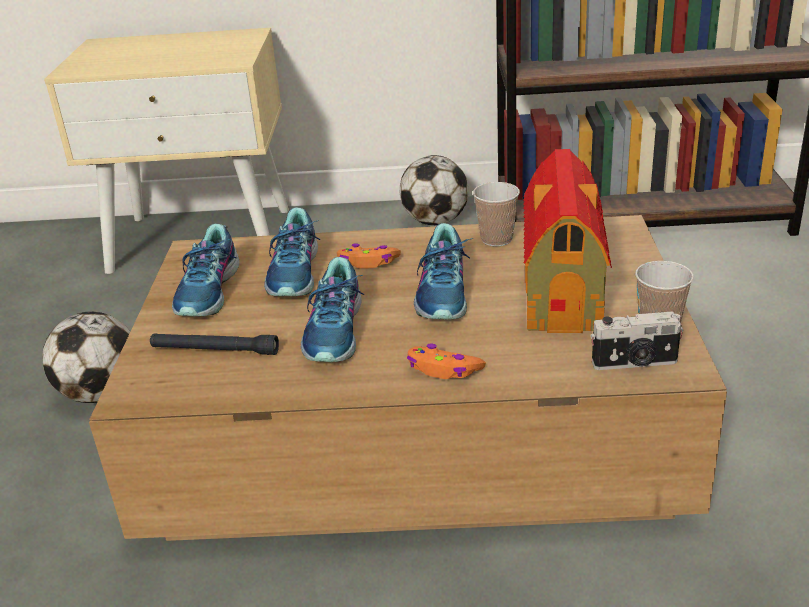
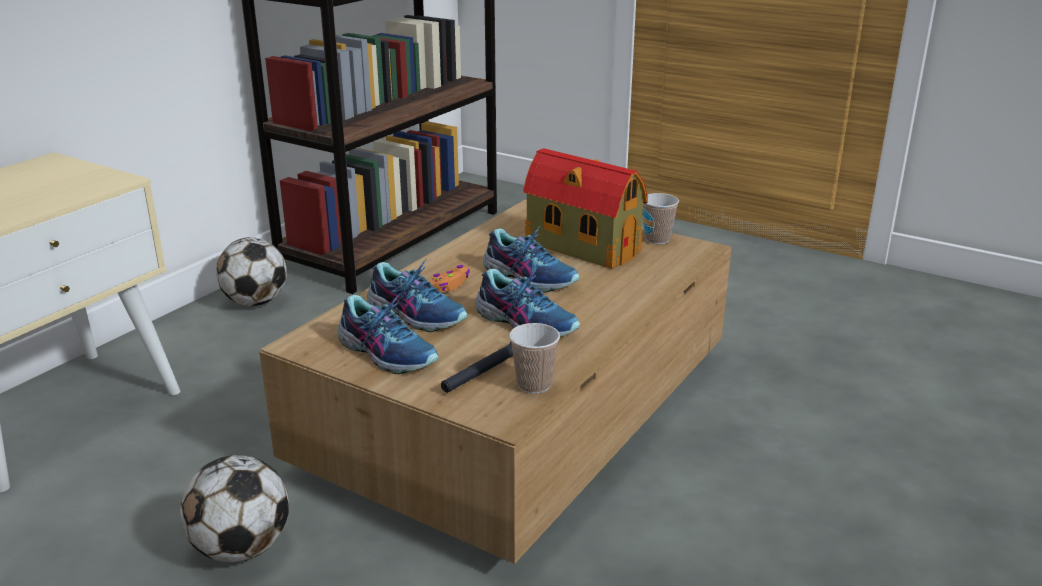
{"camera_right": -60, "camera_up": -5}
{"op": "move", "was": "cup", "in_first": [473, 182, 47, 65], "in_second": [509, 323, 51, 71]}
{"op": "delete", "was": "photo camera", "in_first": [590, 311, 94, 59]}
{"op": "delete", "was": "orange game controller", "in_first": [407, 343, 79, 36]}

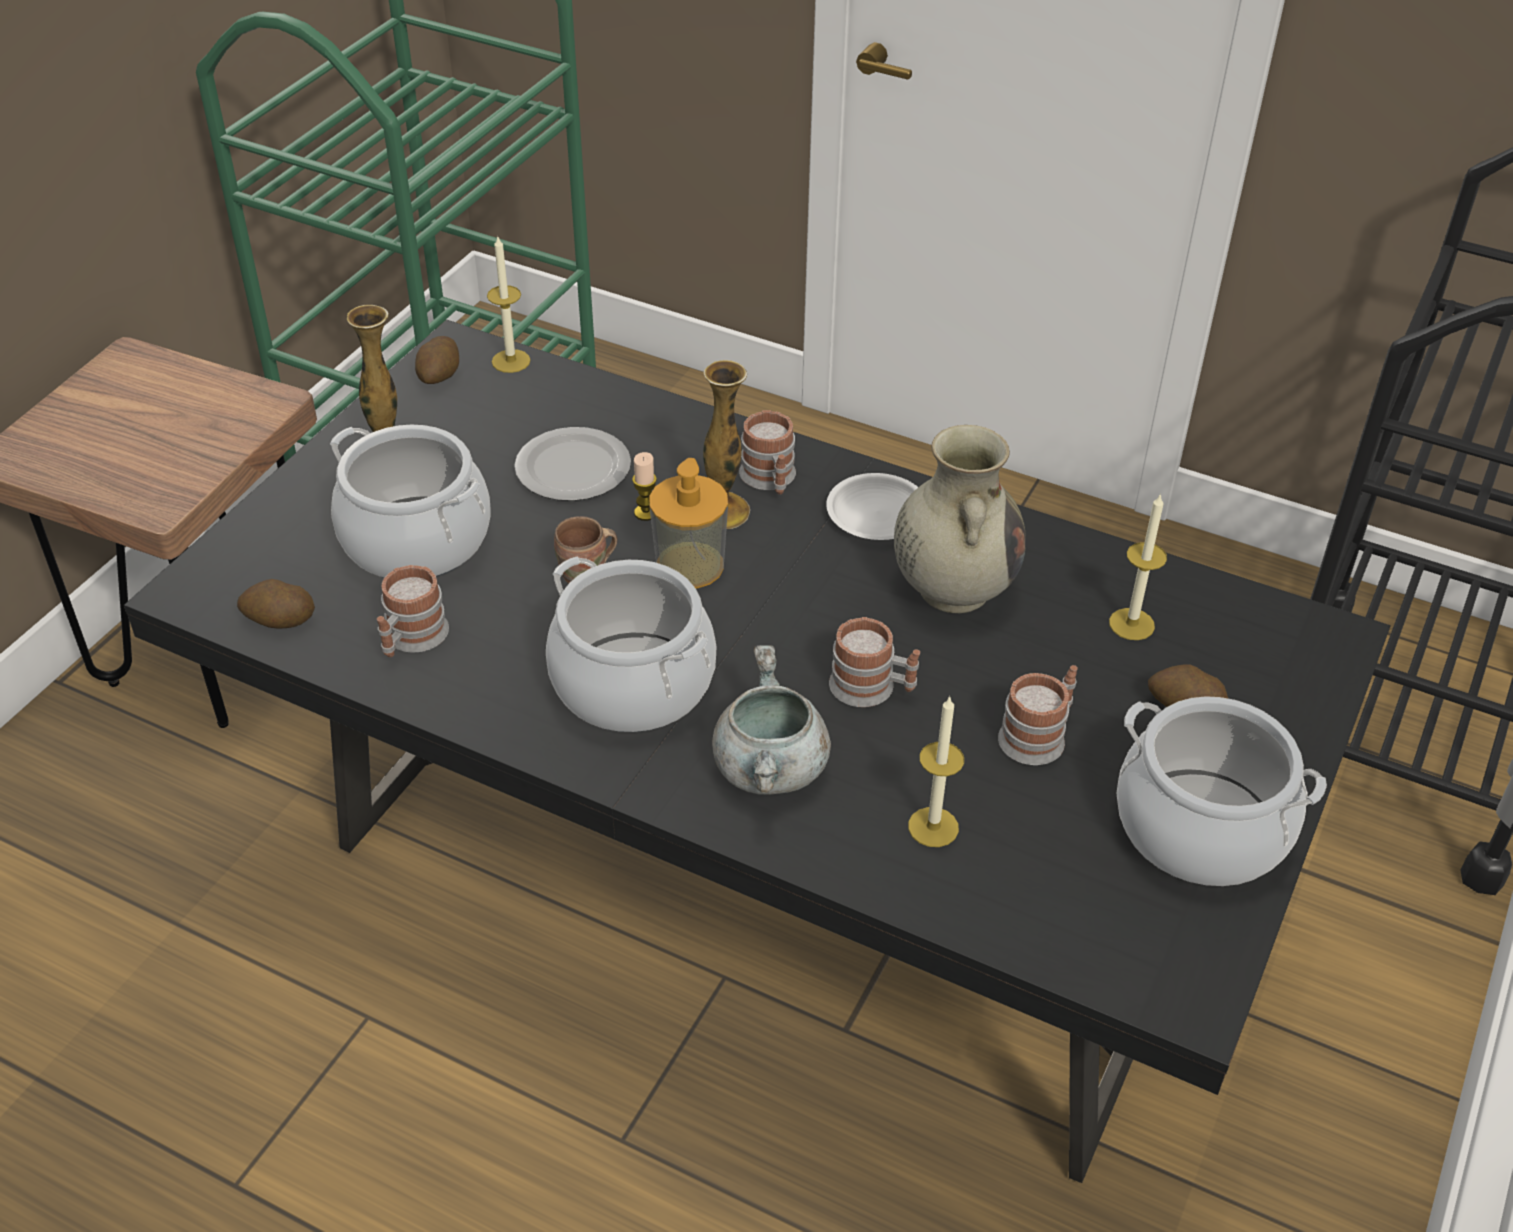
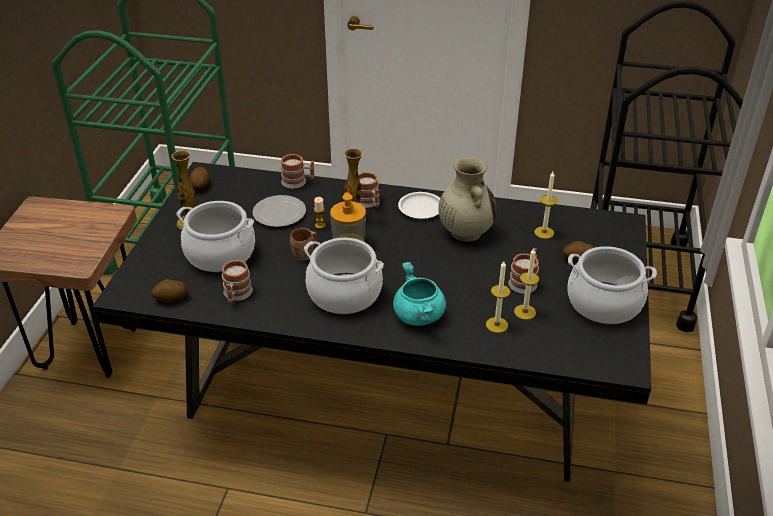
{"camera_right": -15, "camera_up": -5}
{"op": "move", "was": "candle", "in_first": [487, 235, 44, 138], "in_second": [514, 248, 25, 72]}
{"op": "move", "was": "mug", "in_first": [829, 617, 91, 90], "in_second": [281, 154, 34, 35]}
{"op": "recolor", "was": "grey cooking pot", "now": "turquoise cooking pot", "in_first": [712, 645, 119, 150], "in_second": [393, 262, 53, 64]}

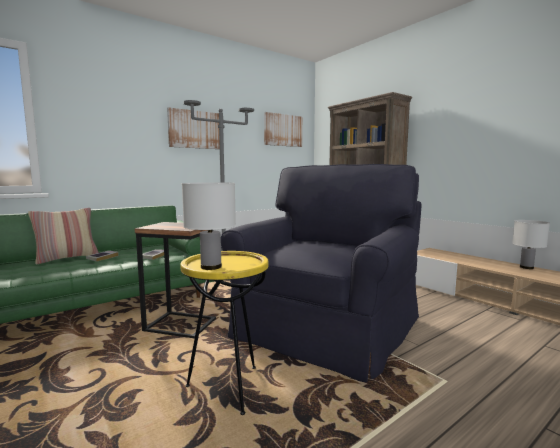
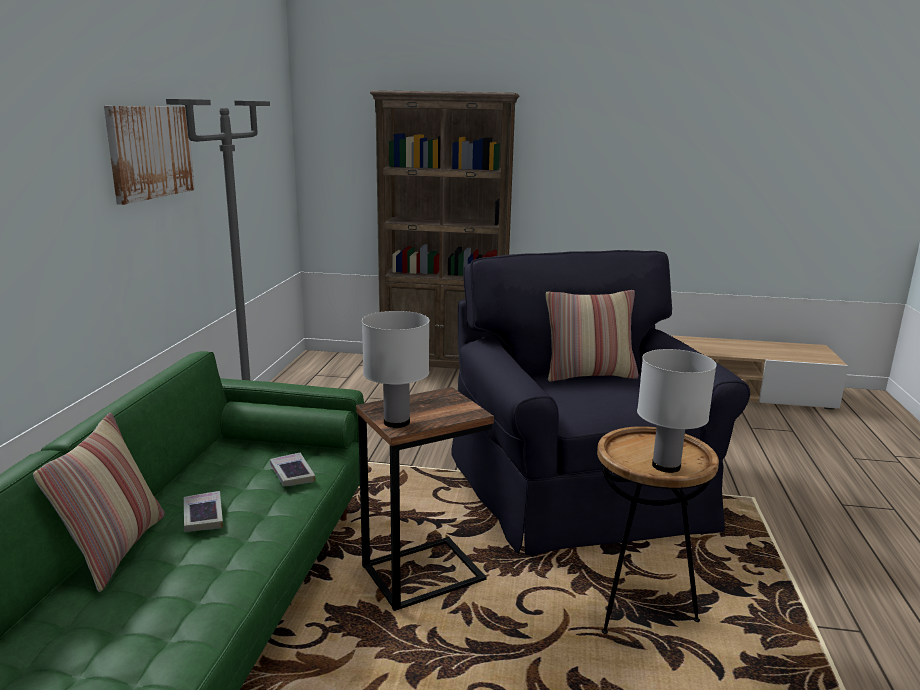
{"camera_right": -45, "camera_up": 10}
{"op": "delete", "was": "picture", "in_first": [264, 112, 38, 35]}
{"op": "move", "was": "white table lamp", "in_first": [512, 220, 38, 49], "in_second": [362, 311, 68, 117]}
{"op": "recolor", "was": "yellow side table", "now": "brown side table", "in_first": [180, 251, 88, 164], "in_second": [597, 426, 122, 208]}
{"op": "insert", "now": "pillow", "in_second": [546, 290, 92, 92]}

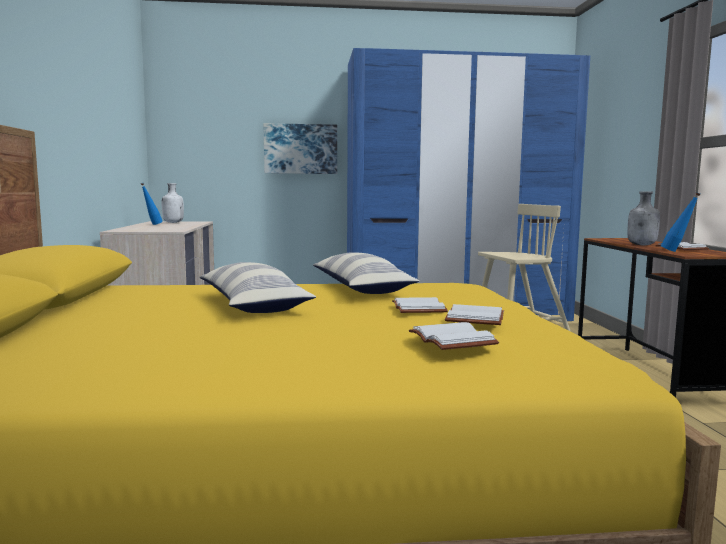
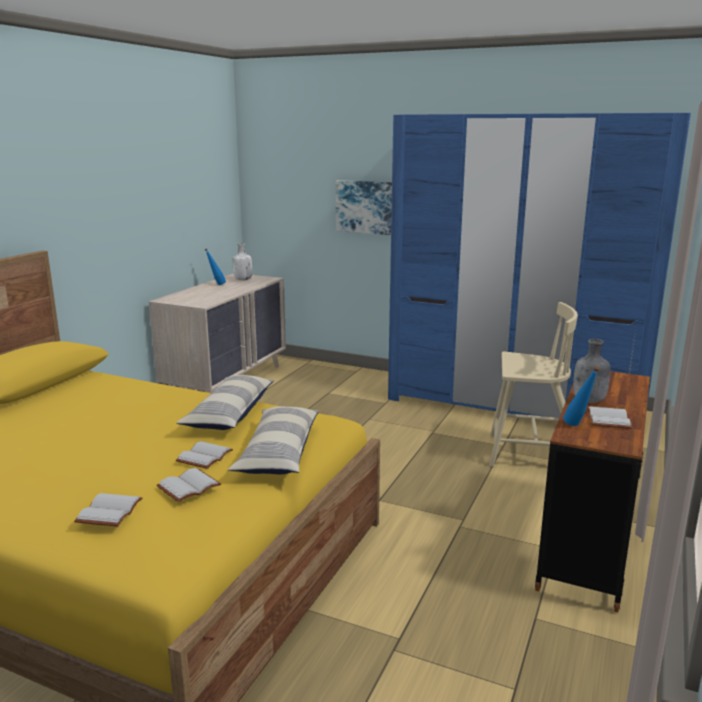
{"camera_right": 30, "camera_up": 10}
{"op": "move", "was": "pillow", "in_first": [200, 262, 116, 51], "in_second": [228, 407, 91, 67]}

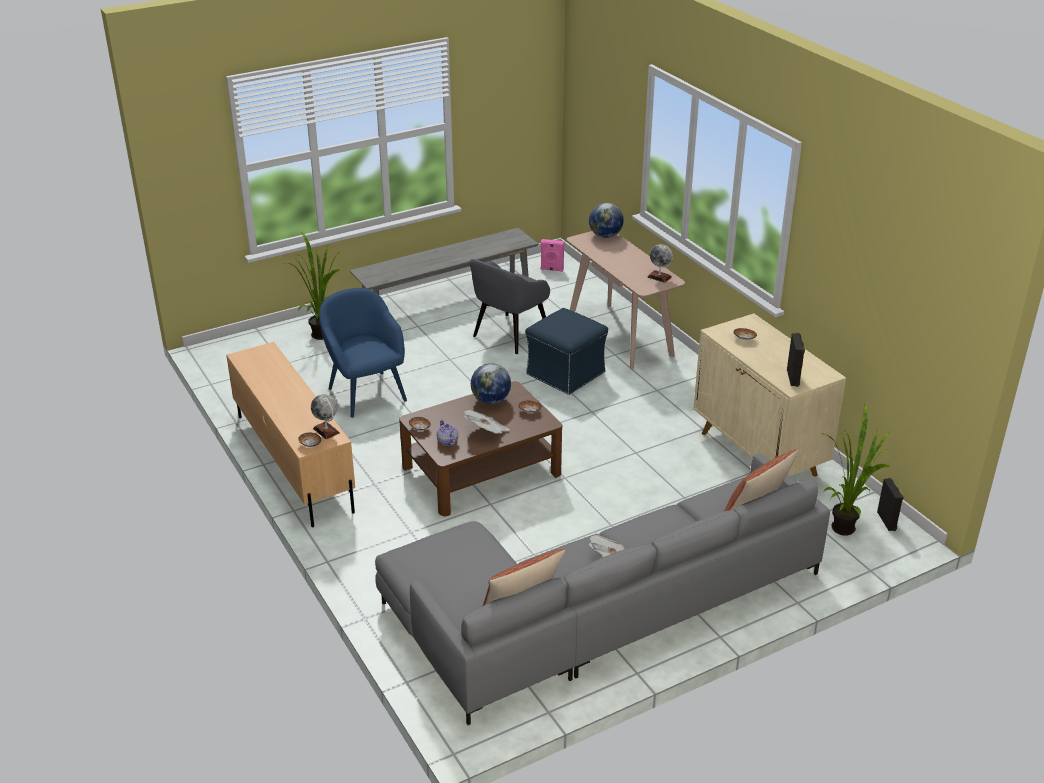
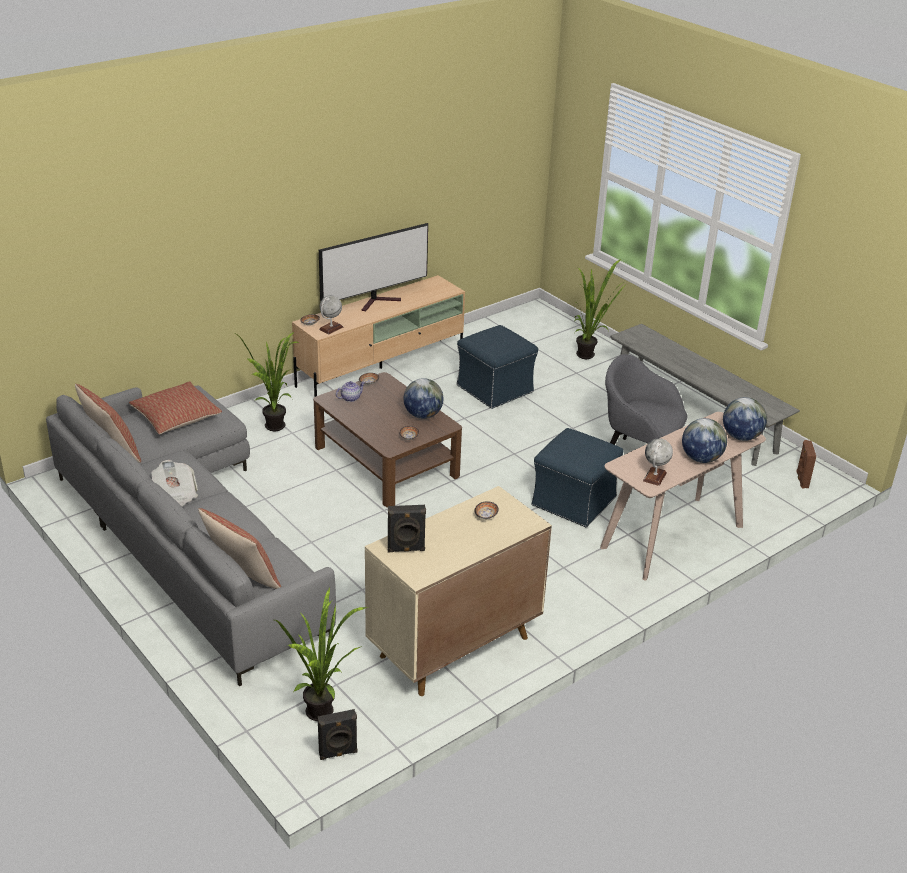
{"camera_right": 80, "camera_up": 0}
{"op": "recolor", "was": "pink speaker", "now": "brown speaker", "in_first": [541, 239, 23, 33], "in_second": [796, 440, 20, 49]}
{"op": "replace", "was": "blue armchair", "now": "blue ottoman", "in_first": [319, 288, 88, 130], "in_second": [457, 325, 81, 84]}
{"op": "delete", "was": "newspaper", "in_first": [464, 410, 46, 24]}
{"op": "insert", "now": "television", "in_second": [319, 223, 109, 88]}
{"op": "insert", "now": "potted plant", "in_second": [236, 332, 63, 99]}
{"op": "insert", "now": "pillow", "in_second": [129, 381, 93, 54]}
{"op": "insert", "now": "globe", "in_second": [682, 418, 45, 45]}

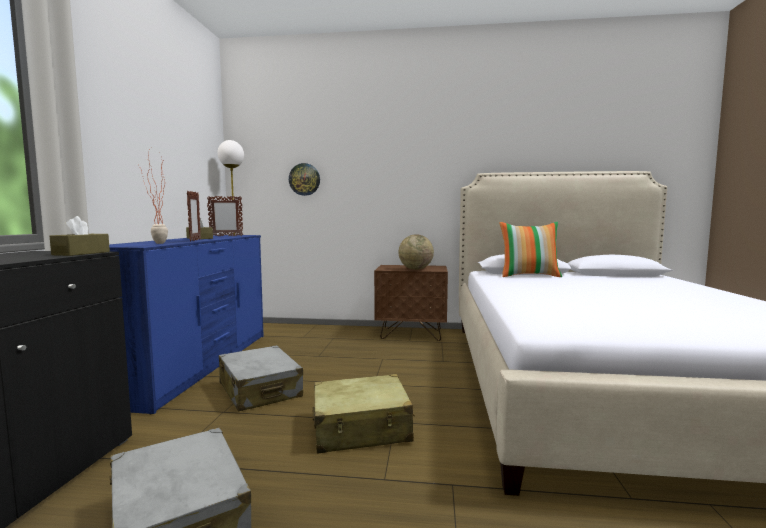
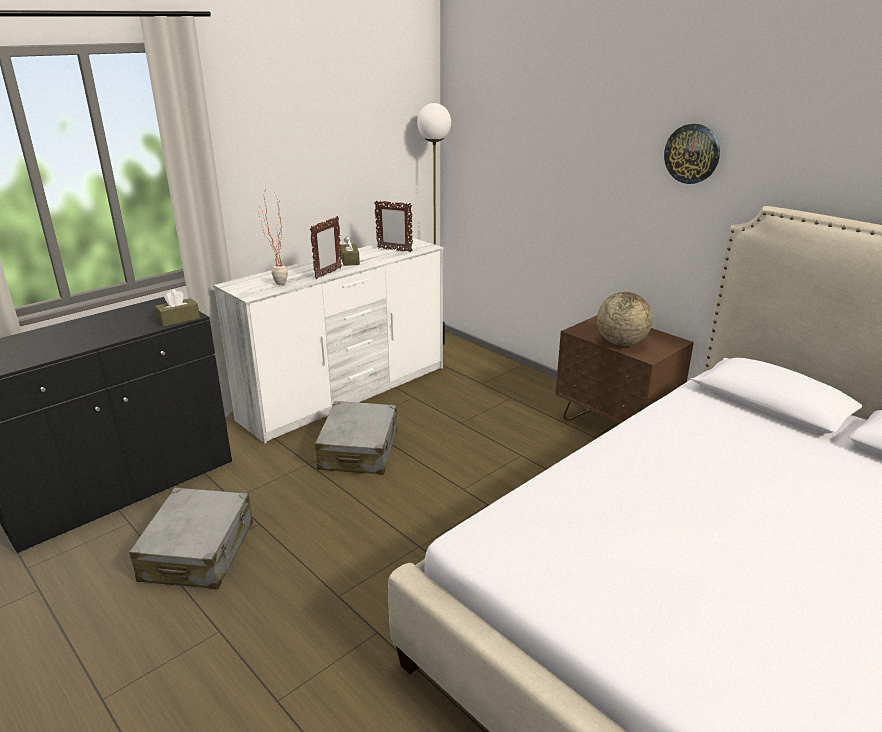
{"camera_right": 40, "camera_up": 20}
{"op": "move", "was": "wall clock", "in_first": [289, 163, 31, 33], "in_second": [664, 124, 56, 60]}
{"op": "delete", "was": "pillow", "in_first": [499, 222, 63, 55]}
{"op": "recolor", "was": "blue dresser", "now": "white dresser", "in_first": [109, 235, 155, 180], "in_second": [213, 237, 231, 206]}
{"op": "delete", "was": "beige suitcase", "in_first": [313, 374, 102, 80]}

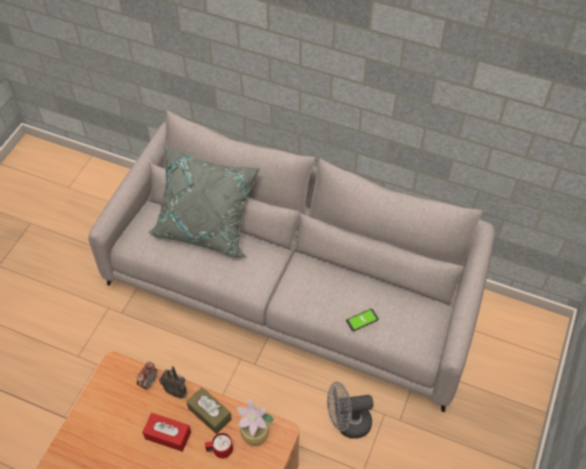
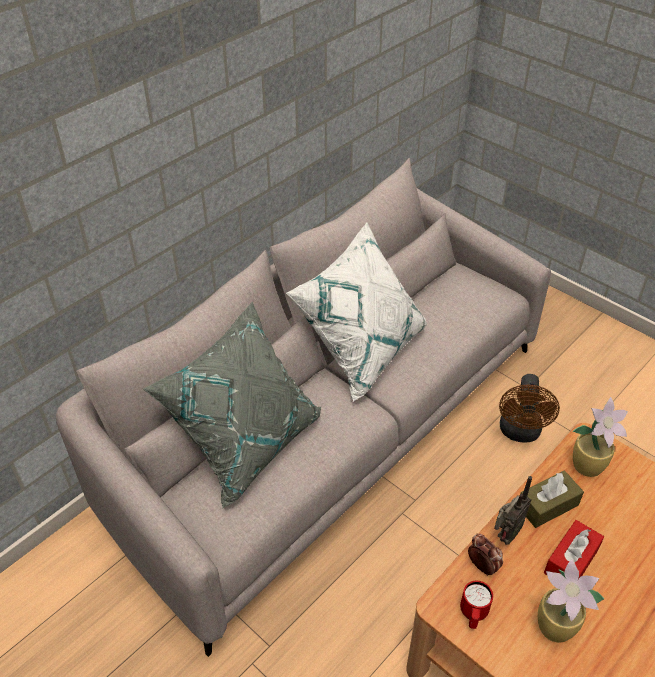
{"camera_right": -70, "camera_up": -10}
{"op": "delete", "was": "phone", "in_first": [346, 309, 33, 22]}
{"op": "recolor", "was": "grey fan", "now": "brown fan", "in_first": [327, 382, 46, 57], "in_second": [499, 374, 61, 69]}
{"op": "move", "was": "red mug", "in_first": [205, 433, 28, 25], "in_second": [460, 581, 33, 48]}
{"op": "insert", "now": "white pillow", "in_second": [286, 223, 141, 179]}
{"op": "insert", "now": "potted plant", "in_second": [538, 559, 66, 83]}

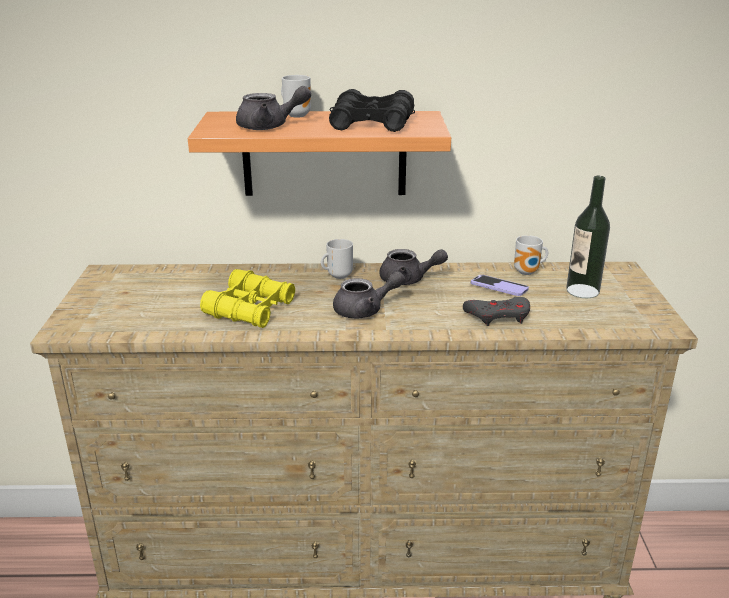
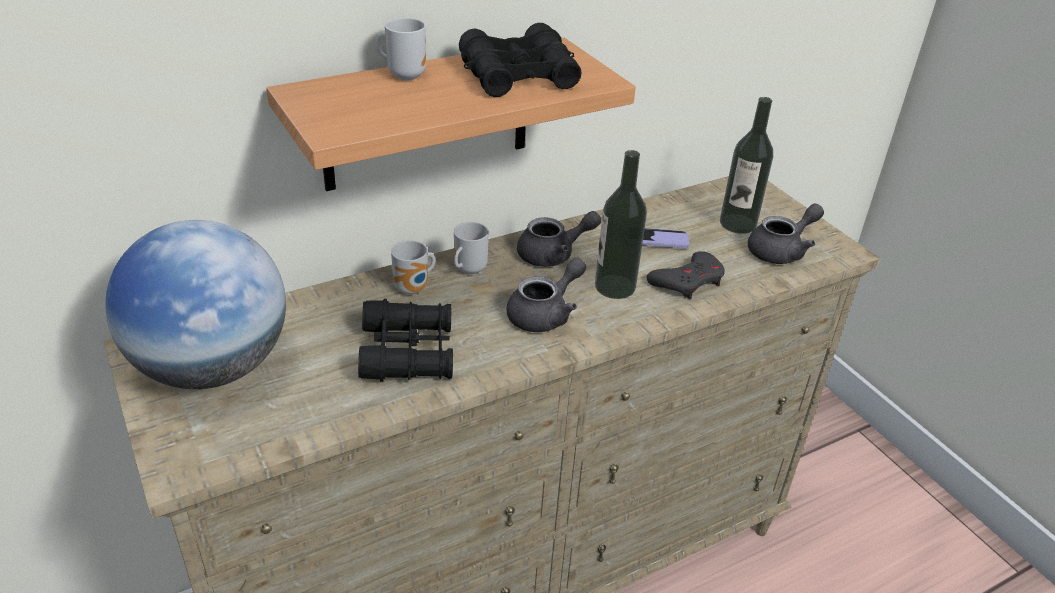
{"camera_right": -30, "camera_up": 10}
{"op": "move", "was": "grey teapot", "in_first": [236, 86, 75, 44], "in_second": [748, 204, 76, 60]}
{"op": "move", "was": "mug", "in_first": [514, 235, 34, 40], "in_second": [391, 240, 44, 55]}
{"op": "recolor", "was": "yellow binoculars", "now": "black binoculars", "in_first": [200, 269, 95, 59], "in_second": [358, 299, 95, 82]}
{"op": "insert", "now": "bottle", "in_second": [595, 150, 52, 149]}
{"op": "insert", "now": "globe", "in_second": [105, 220, 181, 169]}

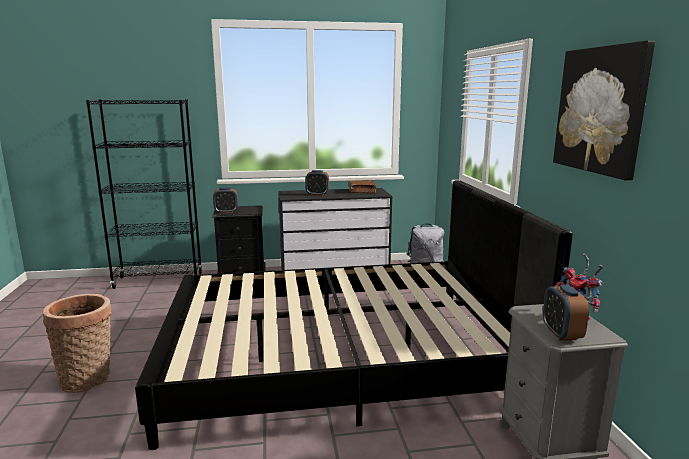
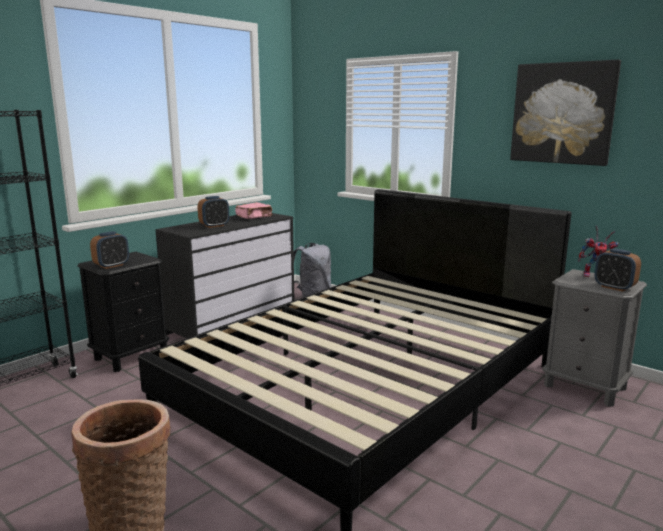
{"camera_right": -40, "camera_up": 0}
{"op": "recolor", "was": "brown book", "now": "pink book", "in_first": [349, 180, 27, 14], "in_second": [235, 202, 37, 17]}

